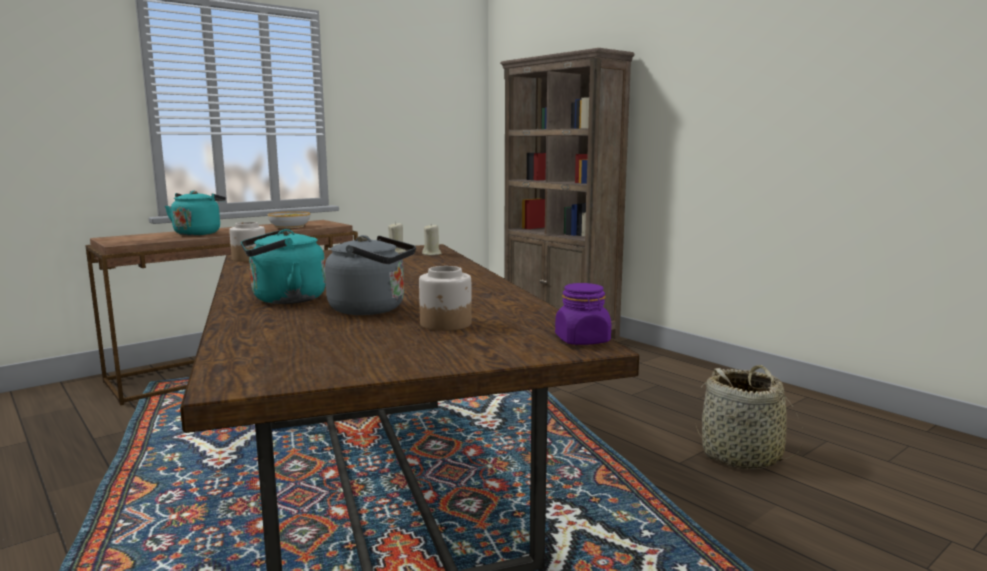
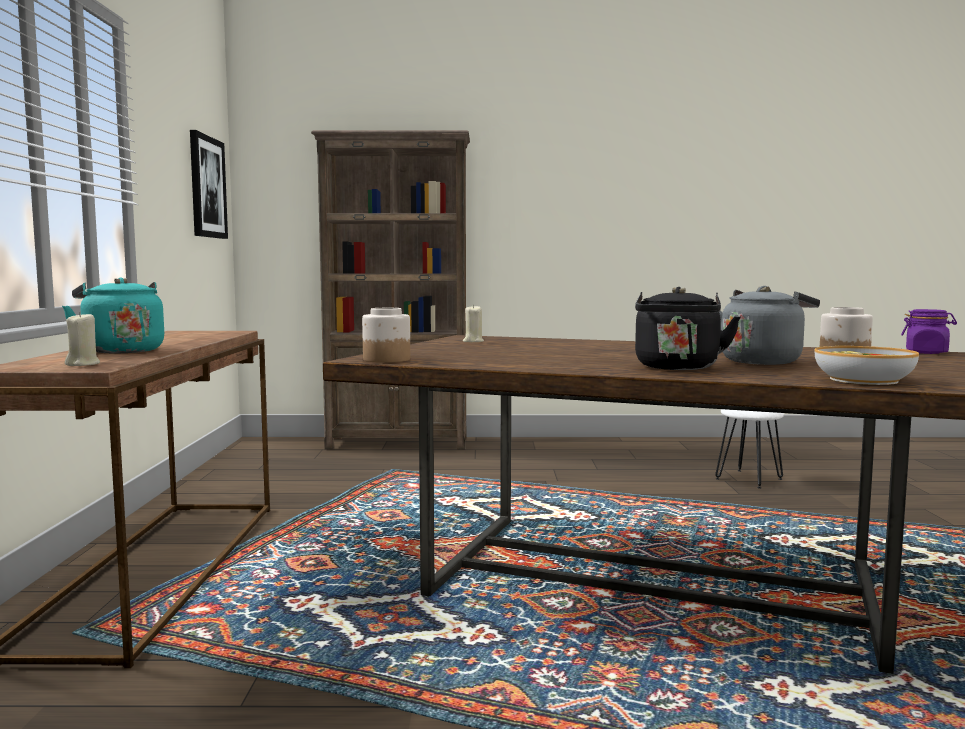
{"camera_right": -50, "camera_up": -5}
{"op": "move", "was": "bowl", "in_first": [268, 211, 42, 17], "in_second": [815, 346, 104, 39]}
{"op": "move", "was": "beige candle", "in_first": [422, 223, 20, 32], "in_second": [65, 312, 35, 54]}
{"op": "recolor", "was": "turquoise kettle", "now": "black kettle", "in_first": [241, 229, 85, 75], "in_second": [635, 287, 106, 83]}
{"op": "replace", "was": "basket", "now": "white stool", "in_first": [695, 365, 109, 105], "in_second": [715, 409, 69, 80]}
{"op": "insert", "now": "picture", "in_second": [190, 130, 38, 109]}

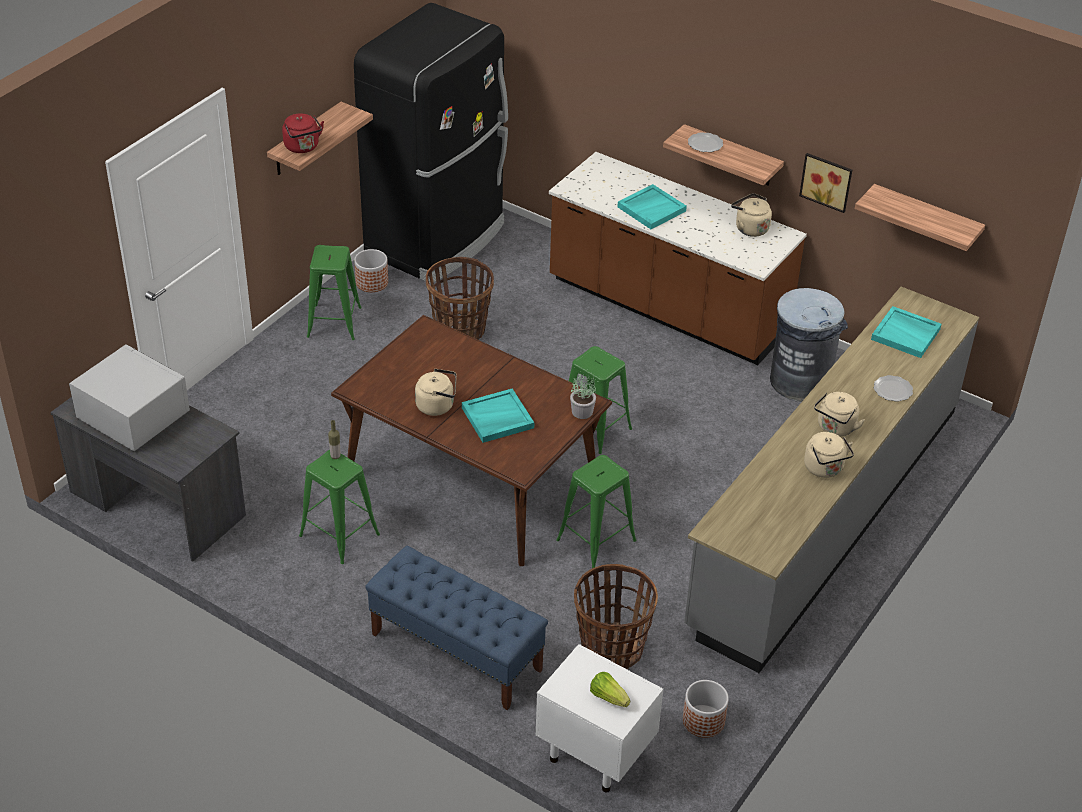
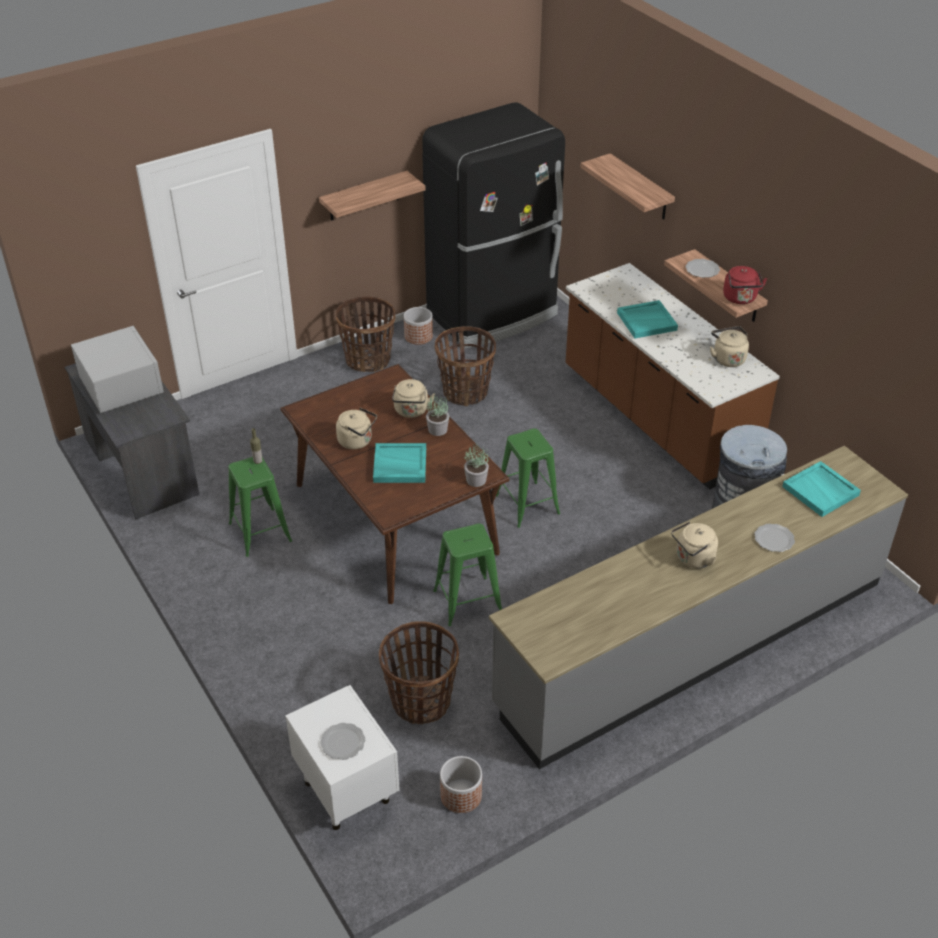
{"camera_right": 25, "camera_up": 0}
{"op": "move", "was": "red kettle", "in_first": [282, 114, 42, 39], "in_second": [723, 266, 44, 38]}
{"op": "delete", "was": "picture", "in_first": [799, 153, 53, 60]}
{"op": "move", "was": "shelf", "in_first": [855, 184, 130, 67], "in_second": [580, 153, 95, 67]}
{"op": "replace", "was": "green stool", "now": "basket", "in_first": [307, 245, 55, 95], "in_second": [335, 296, 61, 76]}
{"op": "move", "was": "beige kettle", "in_first": [804, 432, 50, 46], "in_second": [392, 379, 43, 39]}
{"op": "delete", "was": "blue bench", "in_first": [365, 546, 183, 164]}
{"op": "replace", "was": "lettuce", "now": "plate", "in_first": [590, 672, 40, 35], "in_second": [321, 723, 44, 37]}
{"op": "insert", "now": "potted plant", "in_second": [426, 395, 23, 41]}

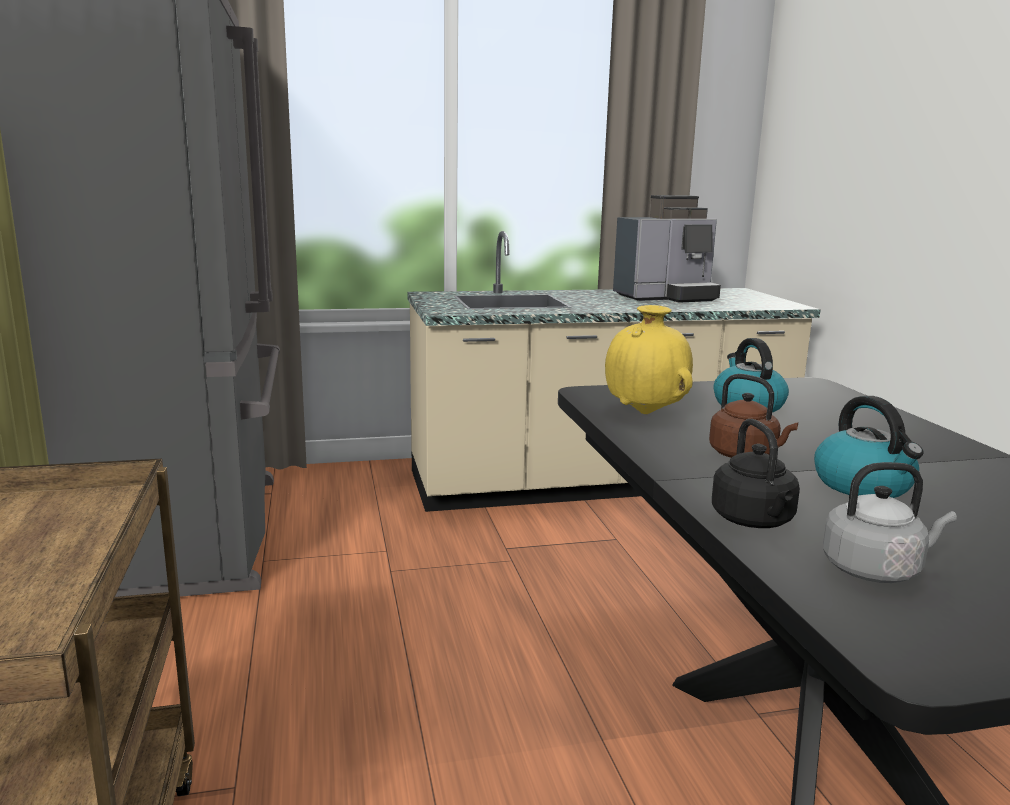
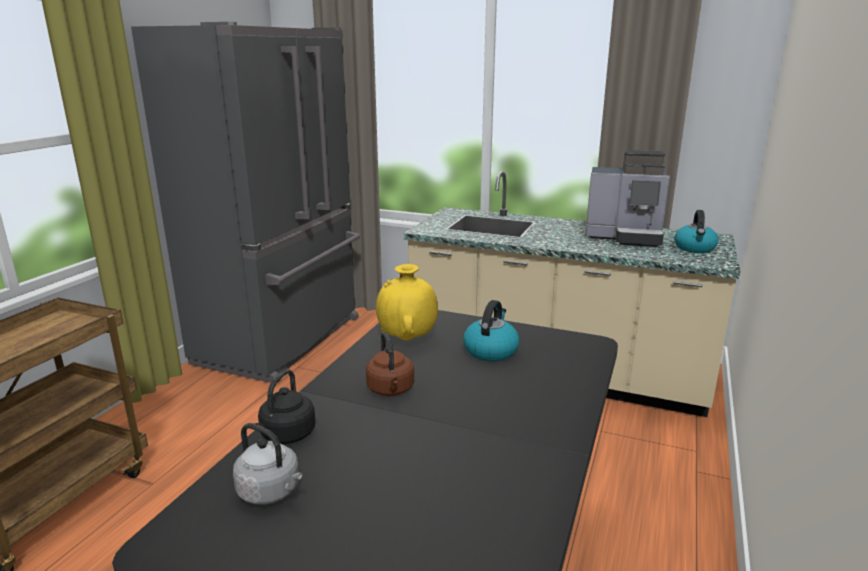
{"camera_right": 35, "camera_up": 5}
{"op": "move", "was": "kettle", "in_first": [814, 396, 109, 102], "in_second": [674, 210, 44, 43]}

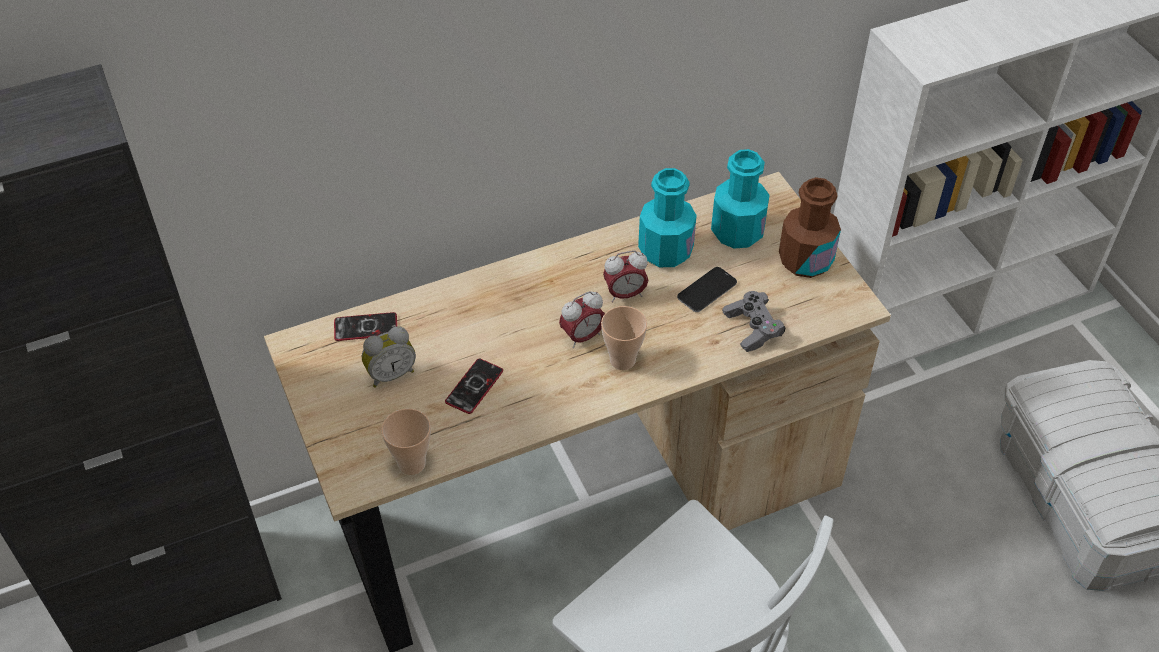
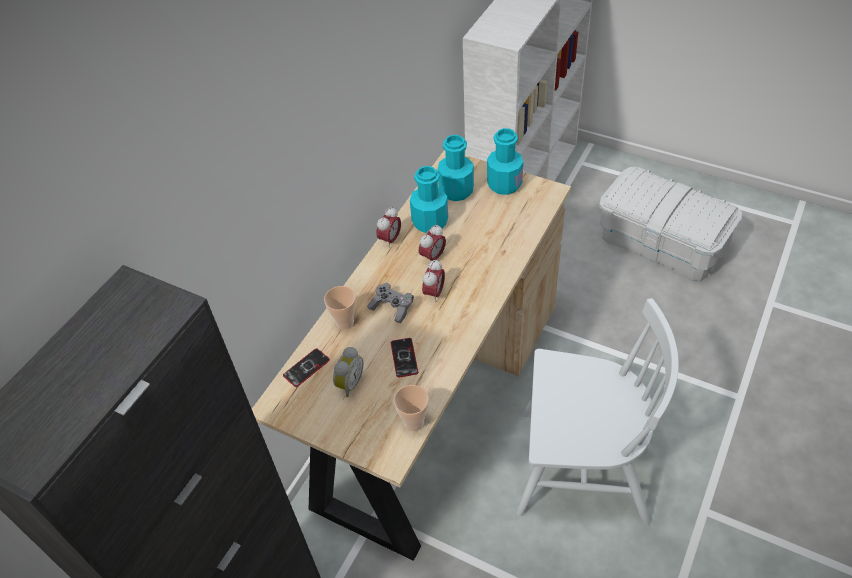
{"camera_right": -35, "camera_up": 0}
{"op": "recolor", "was": "brown bottle", "now": "turquoise bottle", "in_first": [779, 177, 62, 101], "in_second": [487, 128, 36, 67]}
{"op": "delete", "was": "phone", "in_first": [677, 267, 60, 45]}
{"op": "move", "was": "grey game controller", "in_first": [722, 291, 63, 61], "in_second": [367, 283, 47, 40]}
{"op": "move", "was": "cup", "in_first": [601, 306, 46, 64], "in_second": [324, 286, 32, 44]}
{"op": "insert", "now": "alarm clock", "in_second": [376, 207, 25, 41]}

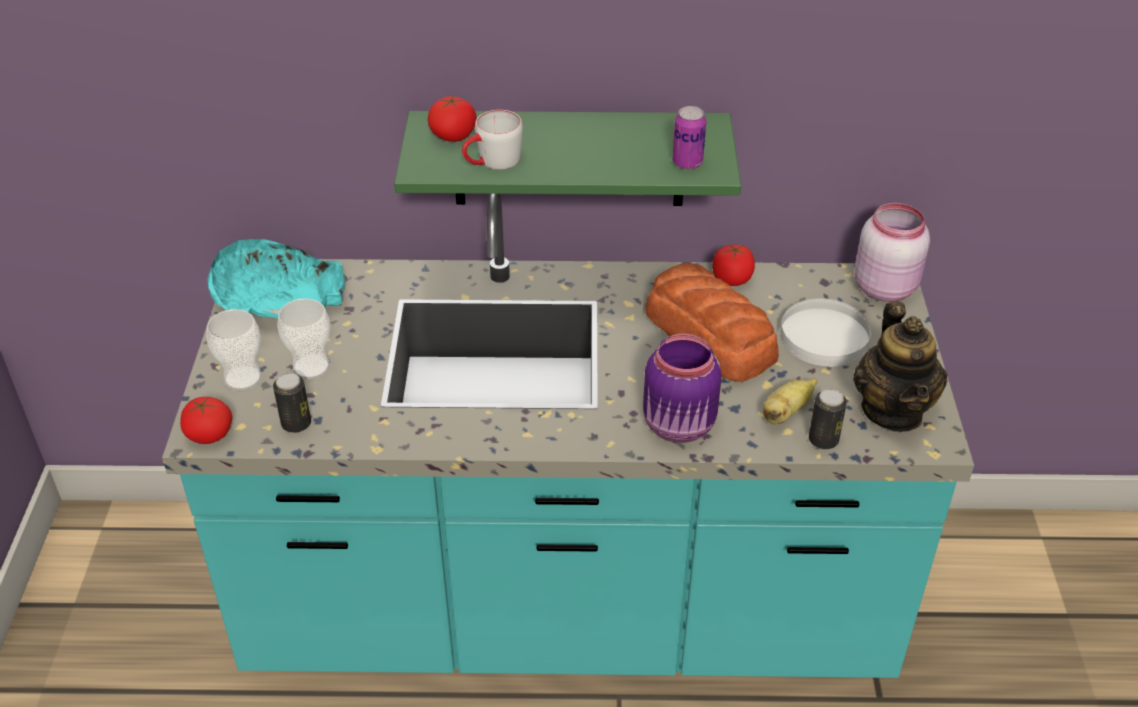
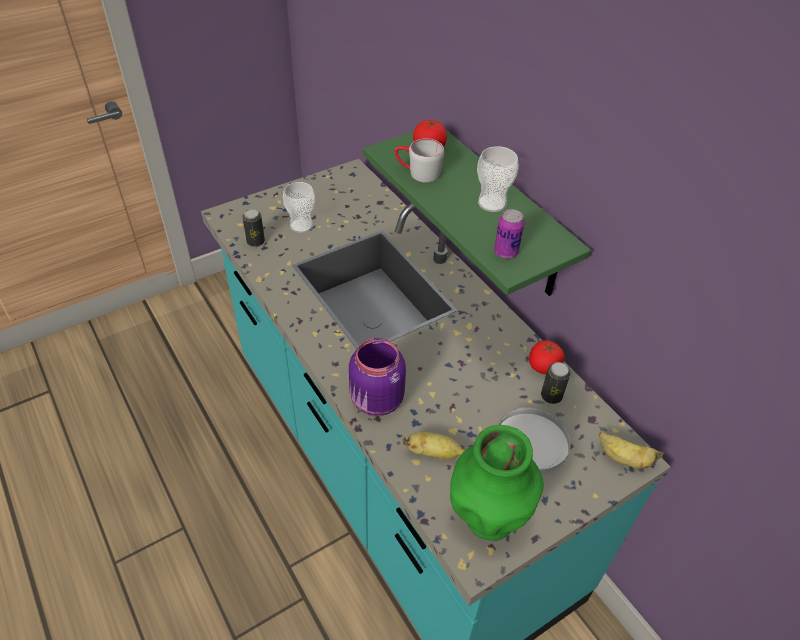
{"camera_right": 55, "camera_up": 5}
{"op": "replace", "was": "pink jar", "now": "banana", "in_first": [855, 203, 75, 99], "in_second": [599, 432, 64, 36]}
{"op": "delete", "was": "turquoise bowl", "in_first": [207, 239, 138, 80]}
{"op": "delete", "was": "bread", "in_first": [645, 263, 134, 119]}
{"op": "replace", "was": "teapot", "now": "green vase", "in_first": [853, 301, 94, 131], "in_second": [450, 425, 94, 116]}
{"op": "move", "was": "cup", "in_first": [206, 309, 56, 82], "in_second": [477, 146, 42, 66]}
{"op": "move", "was": "can", "in_first": [809, 389, 38, 60], "in_second": [541, 362, 30, 42]}
{"op": "delete", "was": "tomato", "in_first": [180, 397, 52, 47]}

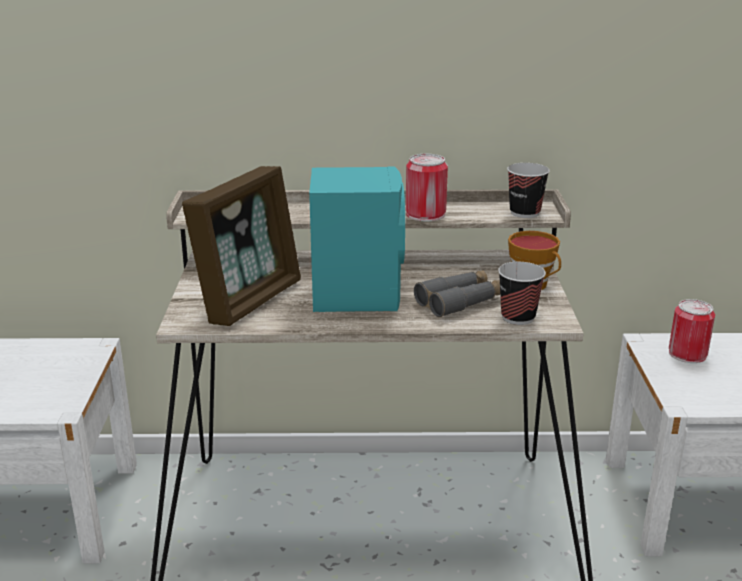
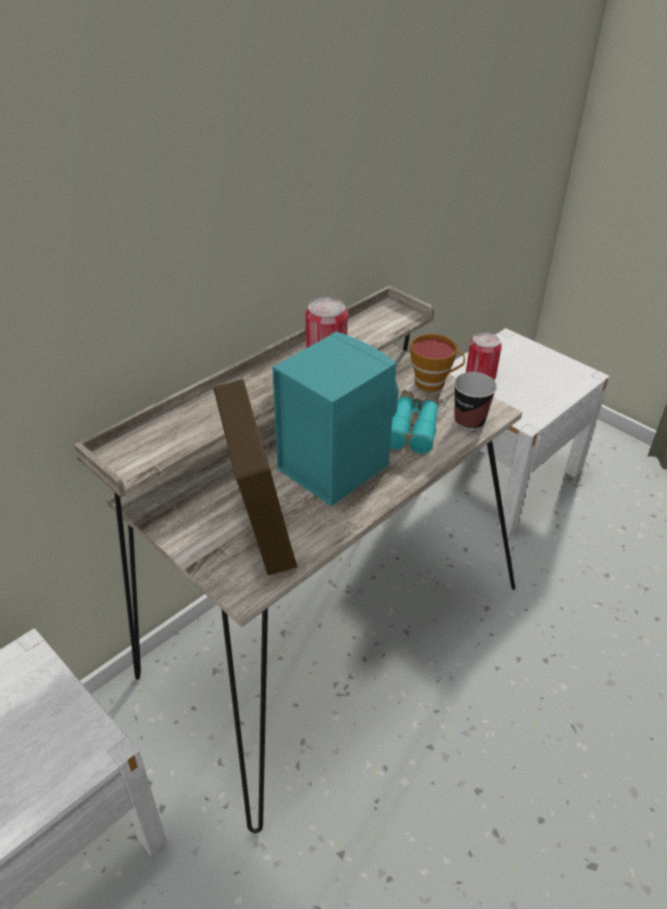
{"camera_right": -45, "camera_up": 15}
{"op": "delete", "was": "cup", "in_first": [507, 163, 43, 55]}
{"op": "recolor", "was": "grey binoculars", "now": "turquoise binoculars", "in_first": [414, 270, 86, 47], "in_second": [390, 390, 49, 64]}

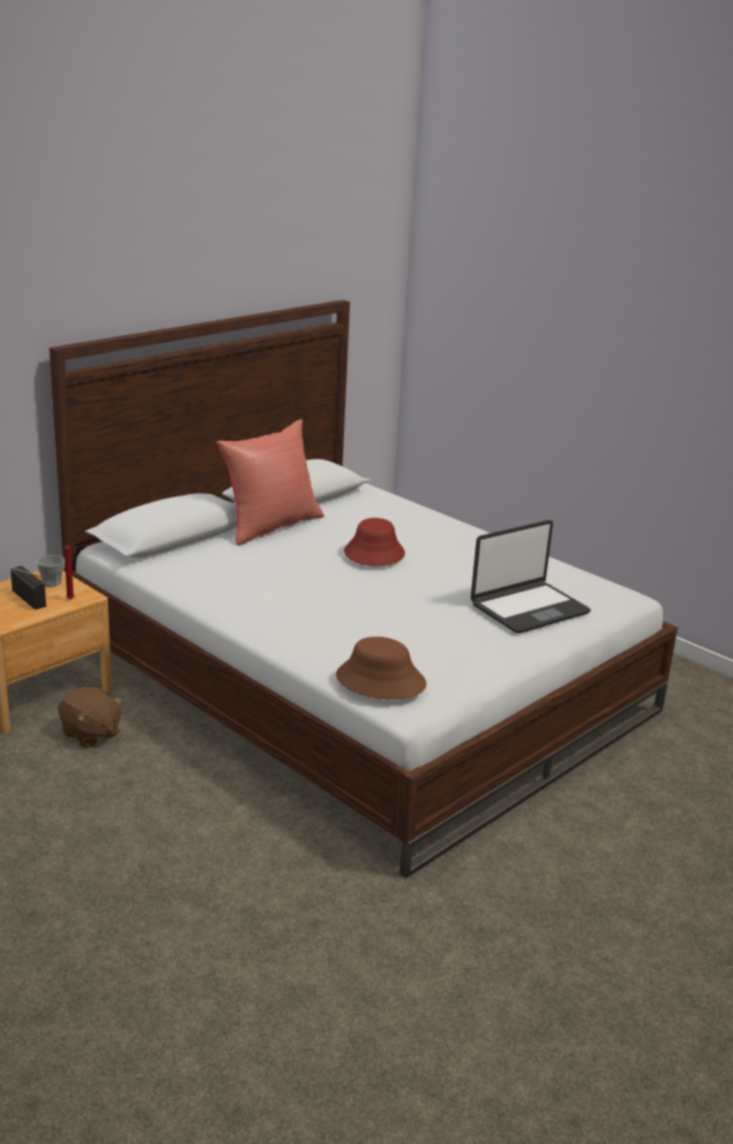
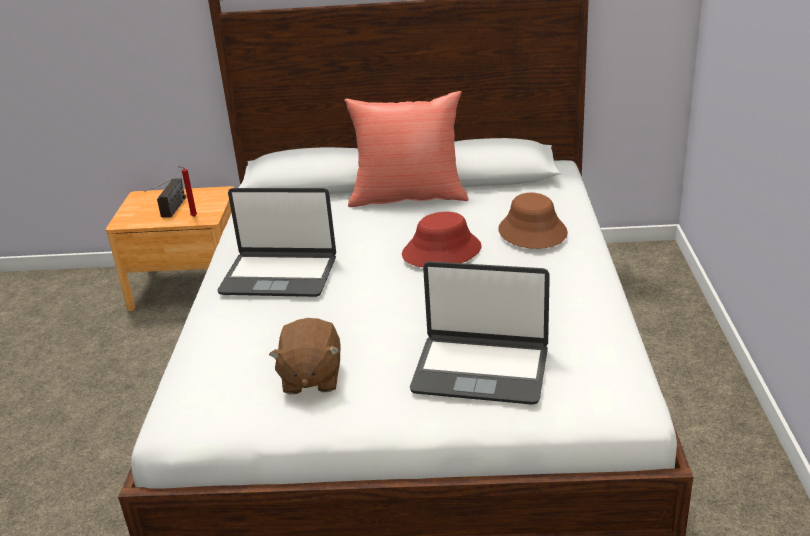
{"camera_right": 50, "camera_up": 5}
{"op": "delete", "was": "cup", "in_first": [36, 555, 29, 32]}
{"op": "move", "was": "brown hat", "in_first": [336, 637, 91, 62], "in_second": [498, 193, 70, 56]}
{"op": "move", "was": "brown plush toy", "in_first": [58, 687, 64, 61], "in_second": [269, 318, 71, 76]}
{"op": "insert", "now": "laptop", "in_second": [217, 188, 119, 109]}

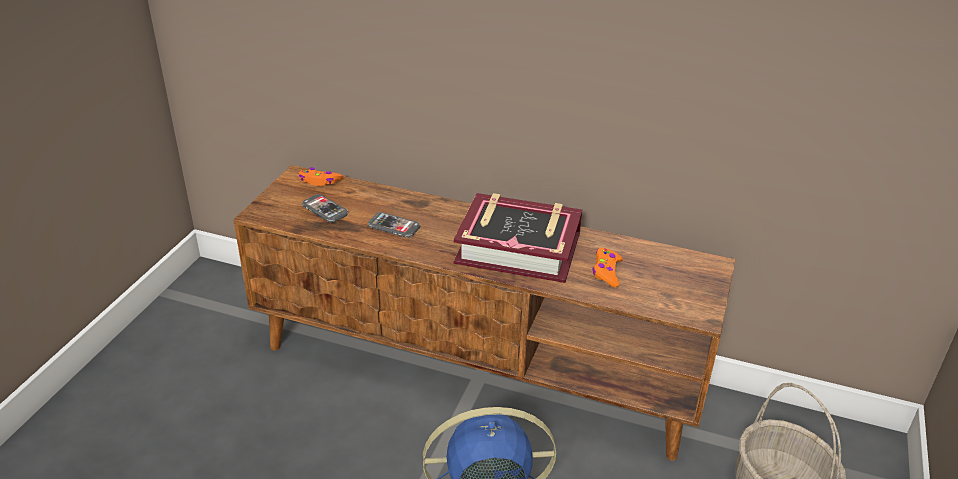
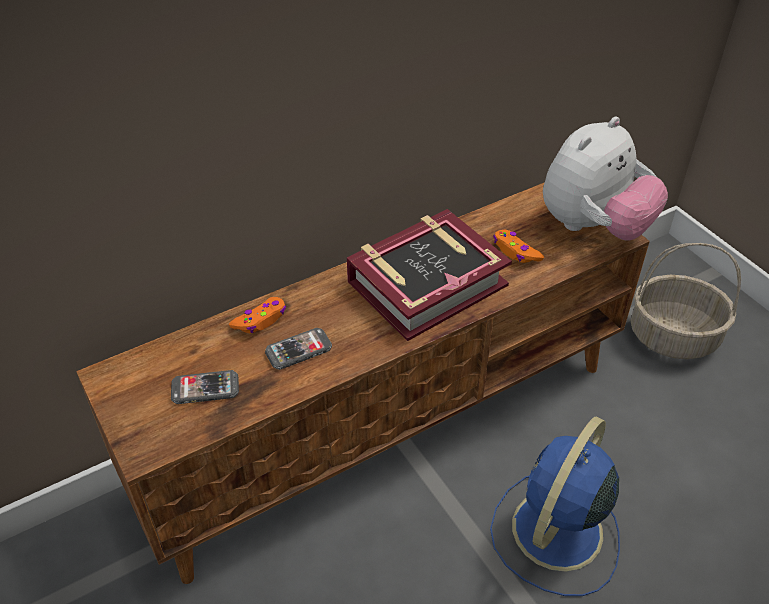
{"camera_right": -50, "camera_up": 10}
{"op": "move", "was": "orange game controller", "in_first": [299, 167, 45, 19], "in_second": [229, 297, 57, 36]}
{"op": "insert", "now": "plush toy", "in_second": [543, 117, 125, 123]}

